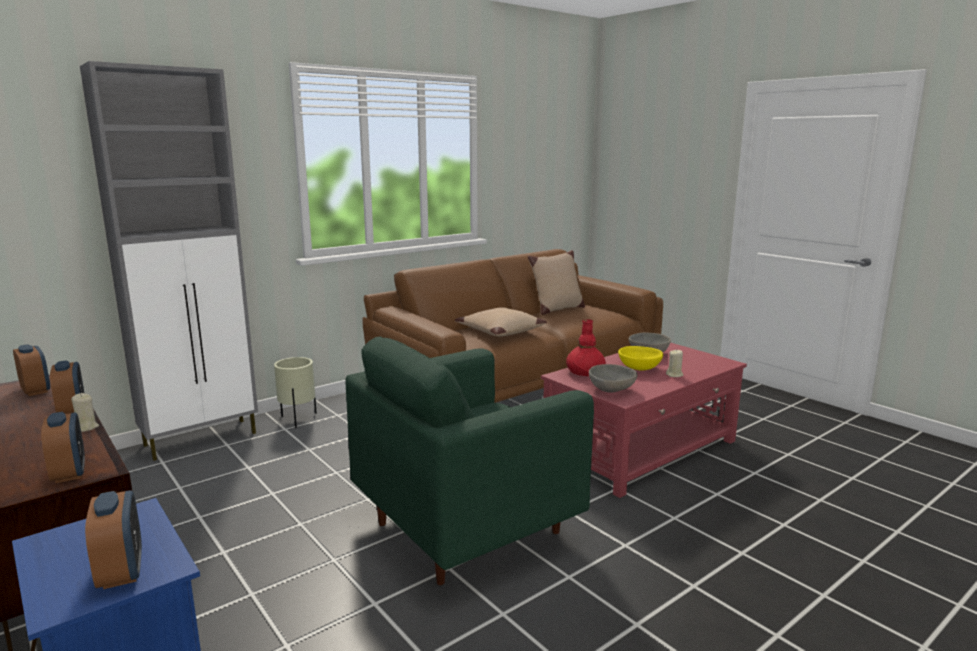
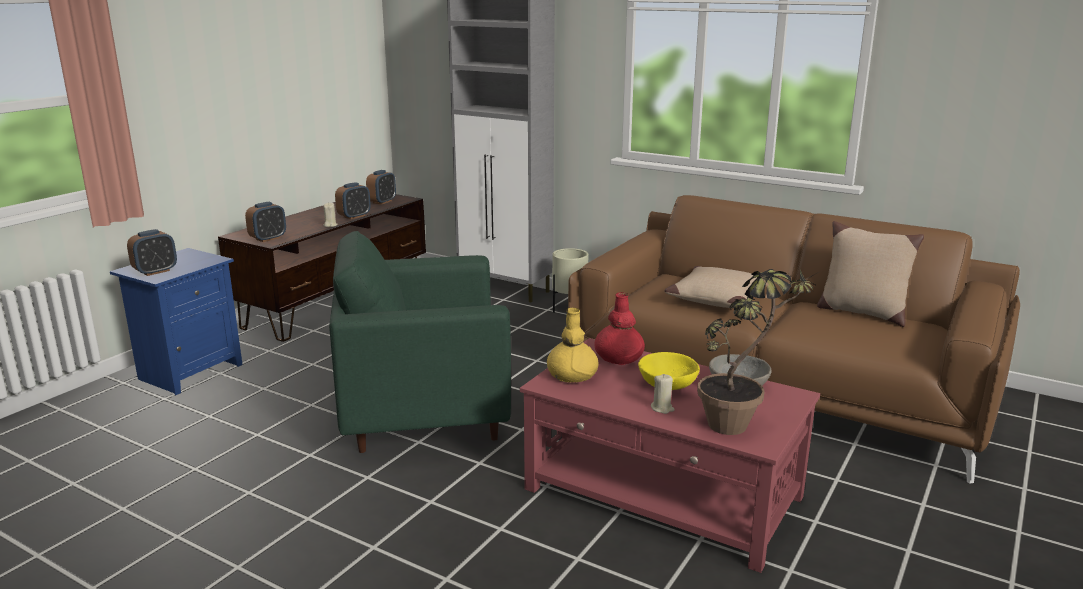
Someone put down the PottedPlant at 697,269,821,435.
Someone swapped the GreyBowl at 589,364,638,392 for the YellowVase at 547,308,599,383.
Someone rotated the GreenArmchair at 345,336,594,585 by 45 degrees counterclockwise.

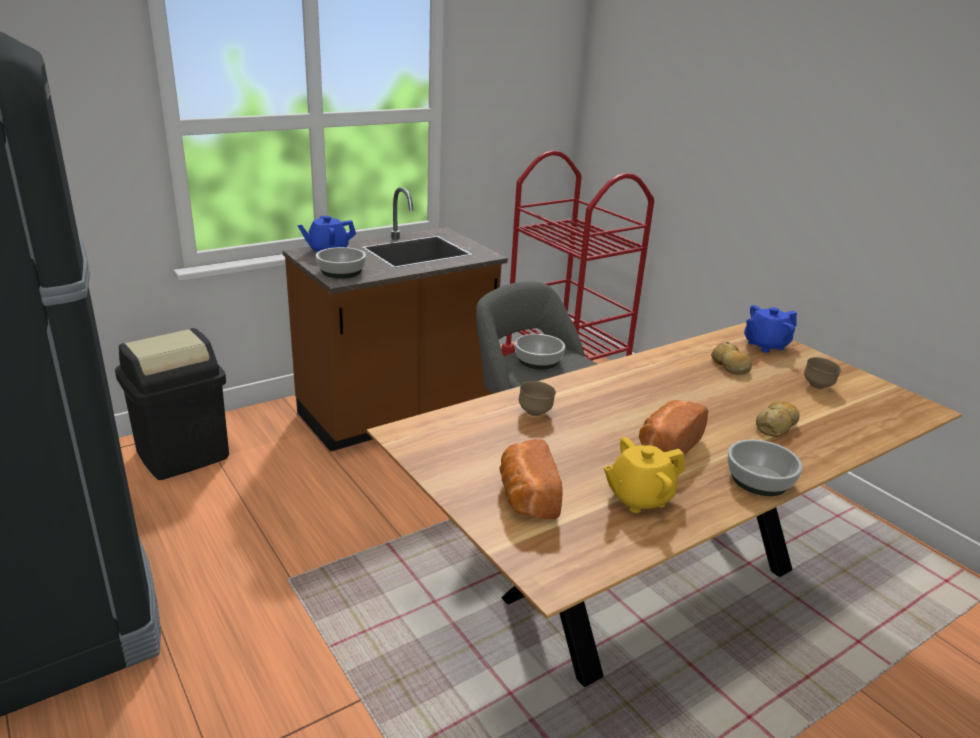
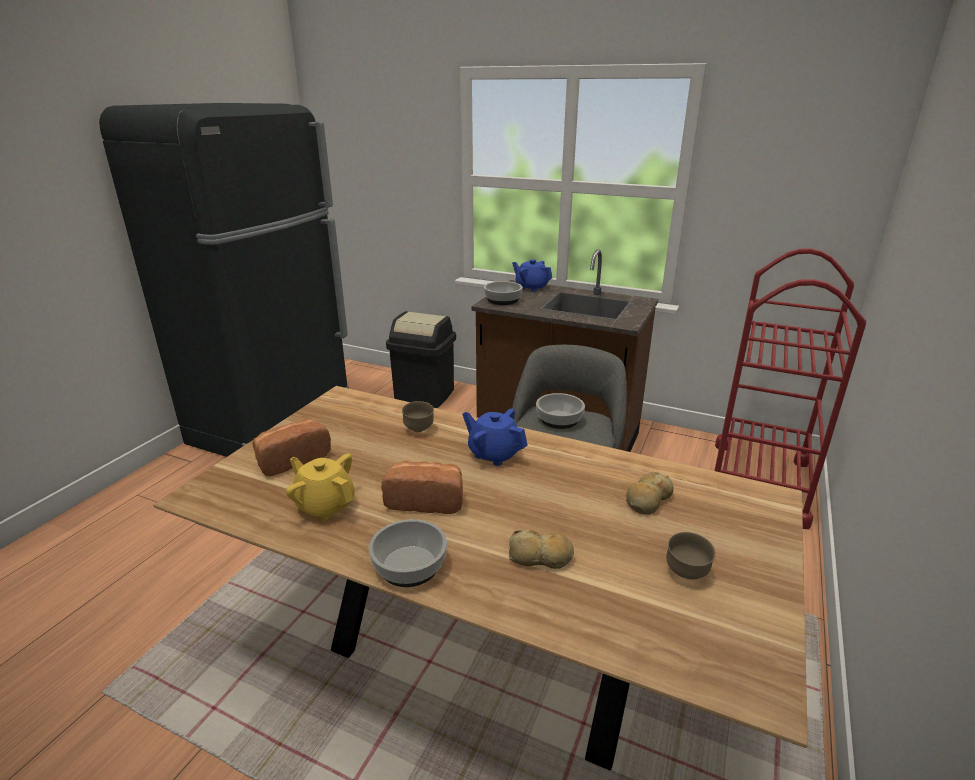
Someone carried the BlueTeapot from 744,305,797,353 to 462,409,527,466.

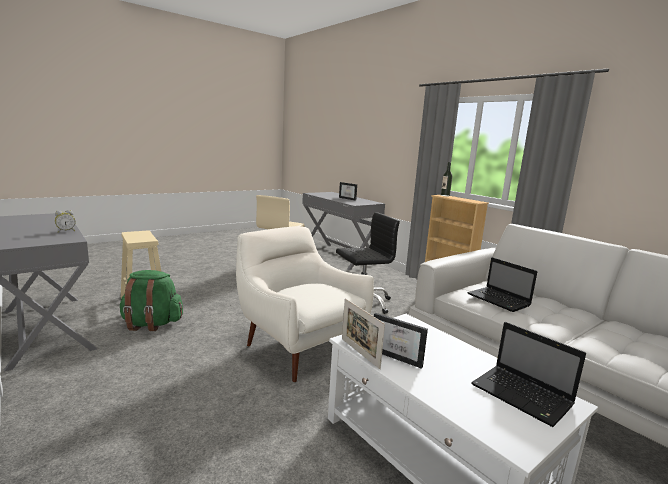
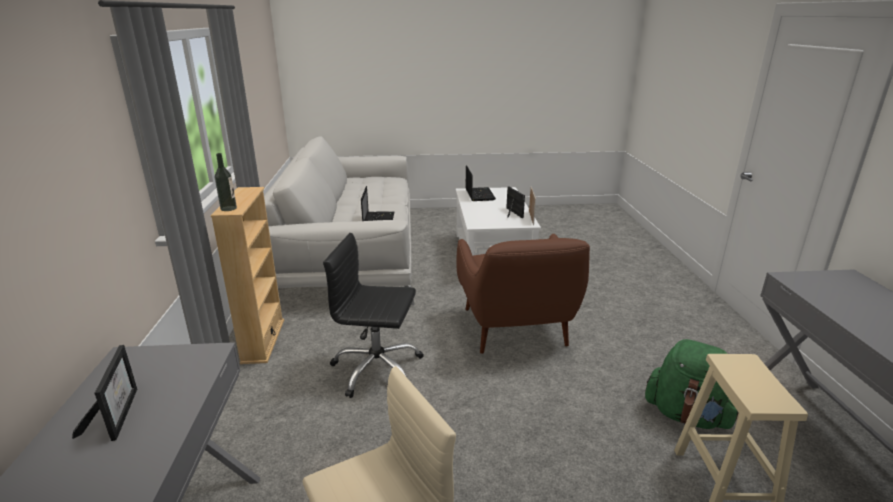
Someone took away the AlarmClock at 55,210,76,233.
Someone repainted the WhiteArmchair at 236,226,374,382, which became the BrownArmchair at 456,234,590,354.

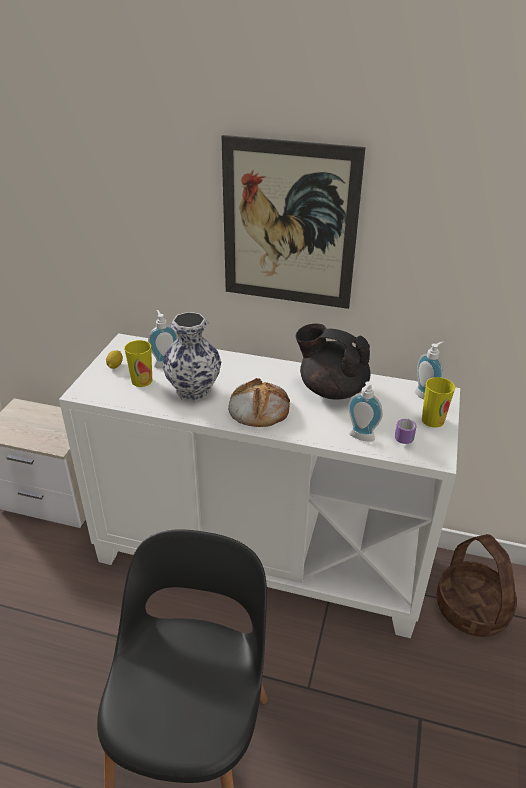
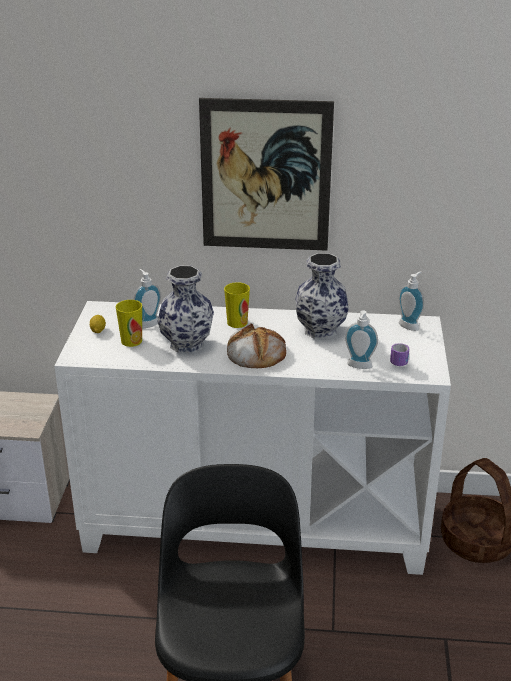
Someone carried the Cup from 422,377,455,428 to 224,282,250,328.
Someone swapped the BlackTeapot at 295,323,370,400 for the Vase at 296,253,349,339.

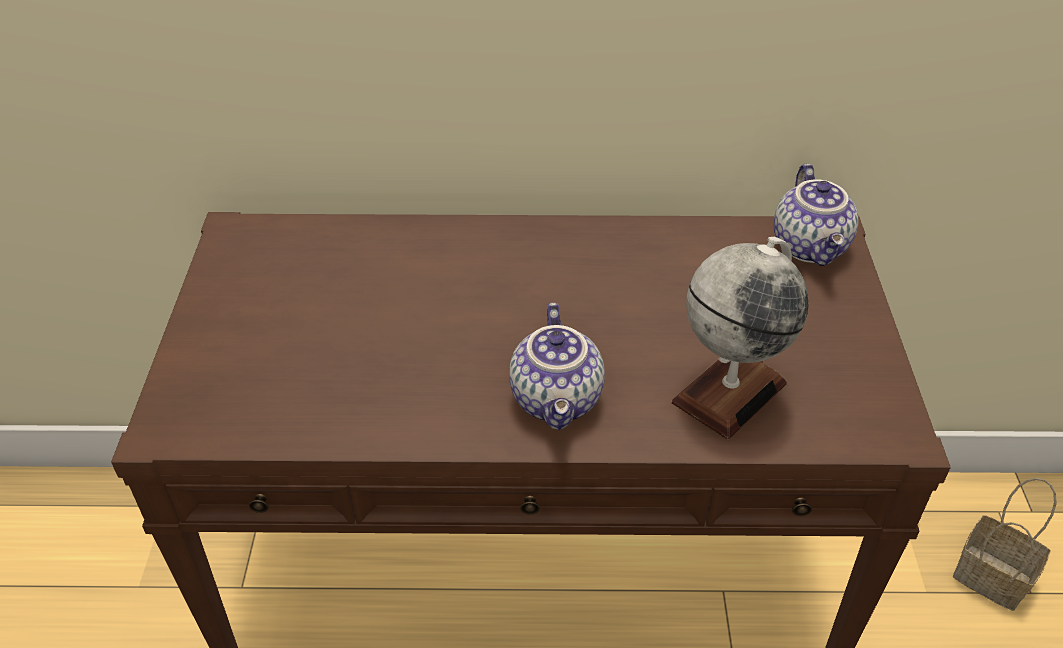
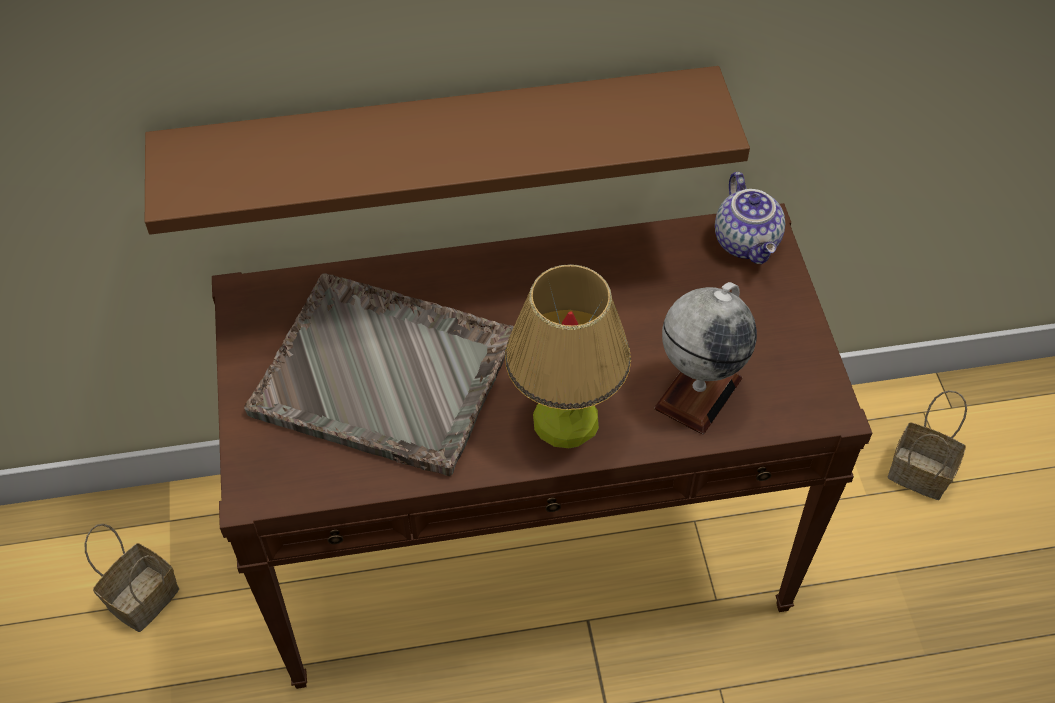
Someone put down the Basket at 85,524,179,632.
Someone put up the BrownShelf at 145,66,750,235.
Someone put down the GreyTray at 244,273,514,476.
Someone swapped the Teapot at 509,302,605,430 for the TableLamp at 505,264,631,448.

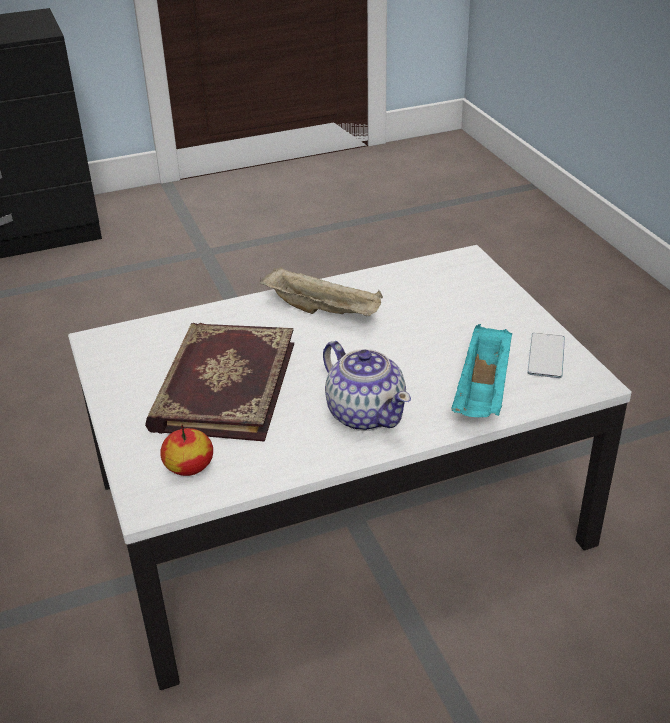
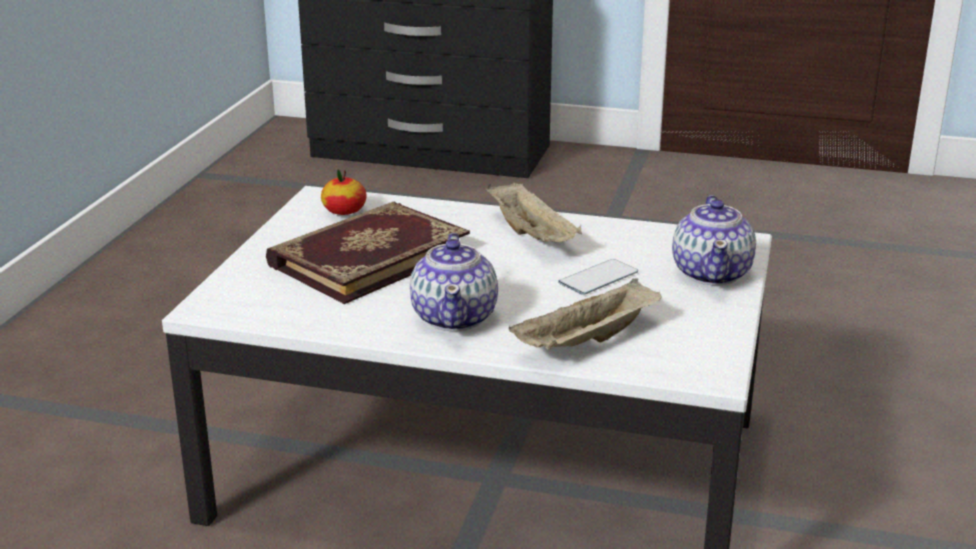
Someone put down the Teapot at 672,195,756,285.
Someone carried the Apple from 160,425,213,476 to 321,169,366,215.
Someone carried the Phone from 527,333,565,378 to 558,259,638,295.
Someone repainted the TurquoiseTray at 452,324,513,417, which became the BeigeTray at 509,278,662,350.

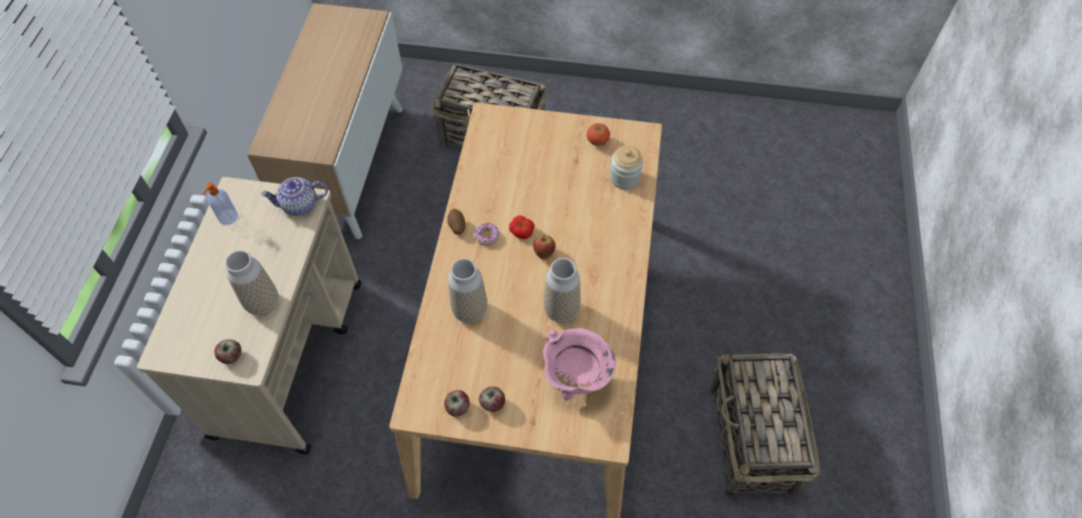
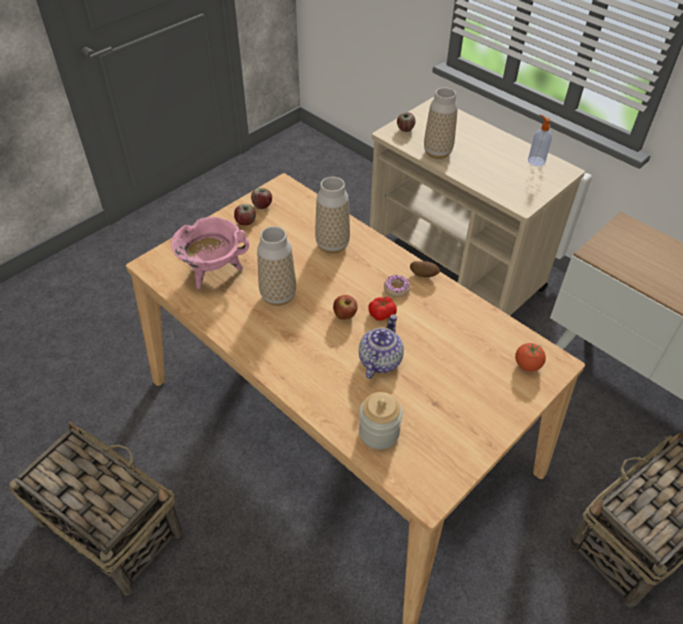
Someone carried the Teapot from 261,177,328,216 to 359,314,404,379.
Someone carried the Tomato from 587,123,610,146 to 515,343,546,372.

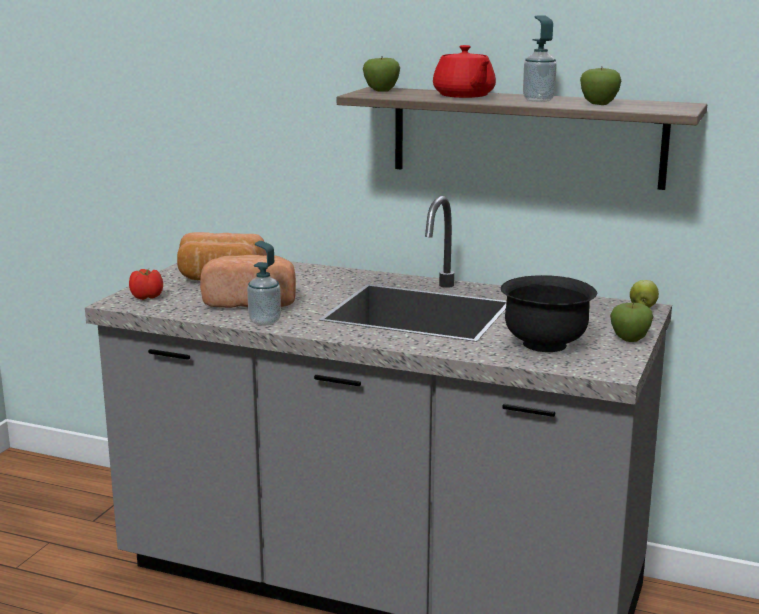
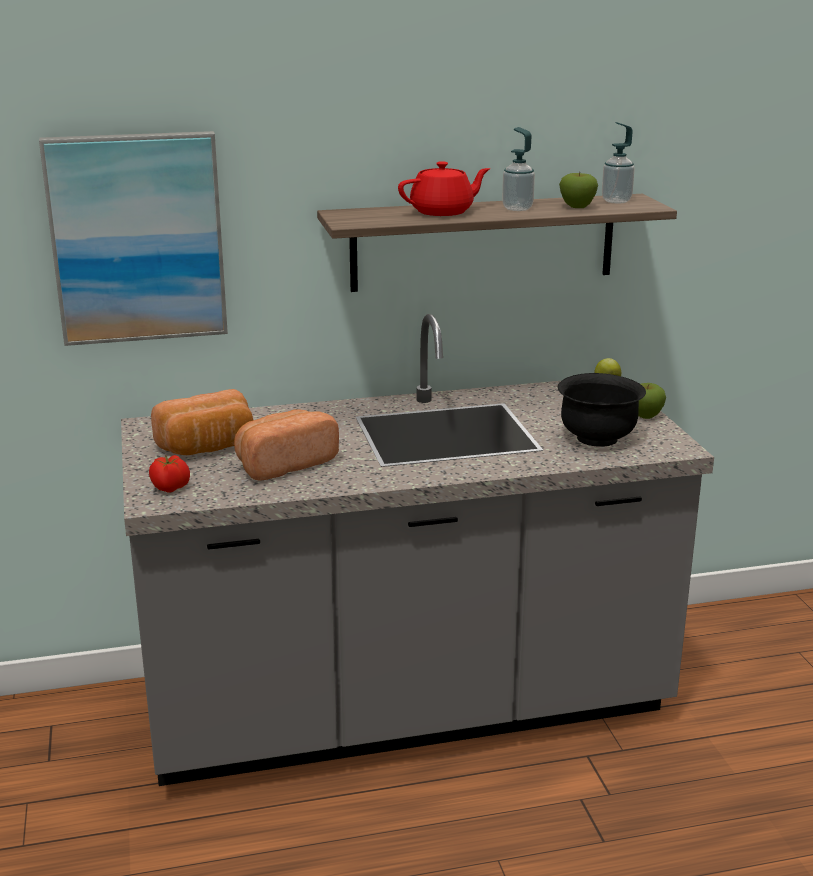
Someone took away the Apple at 363,56,400,92.
Someone put up the Picture at 39,131,228,346.
Someone carried the SoapDispenser from 247,241,281,326 to 602,122,635,203.
Someone rotated the RedTeapot at 433,45,496,98 by 60 degrees counterclockwise.

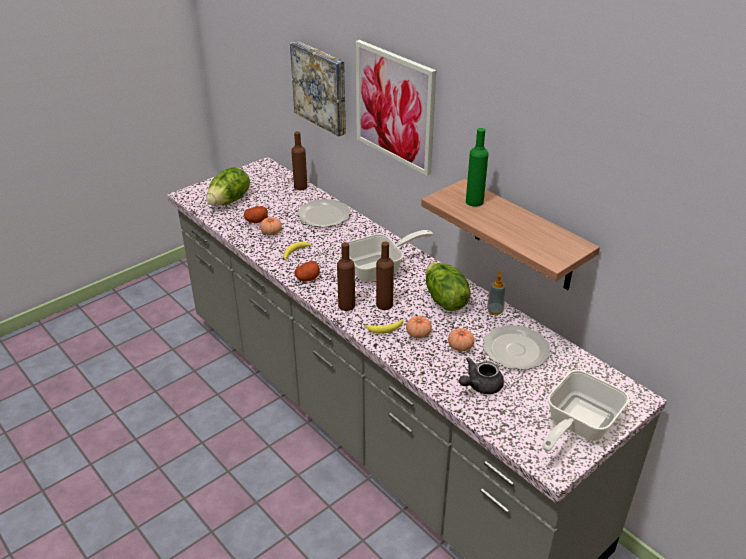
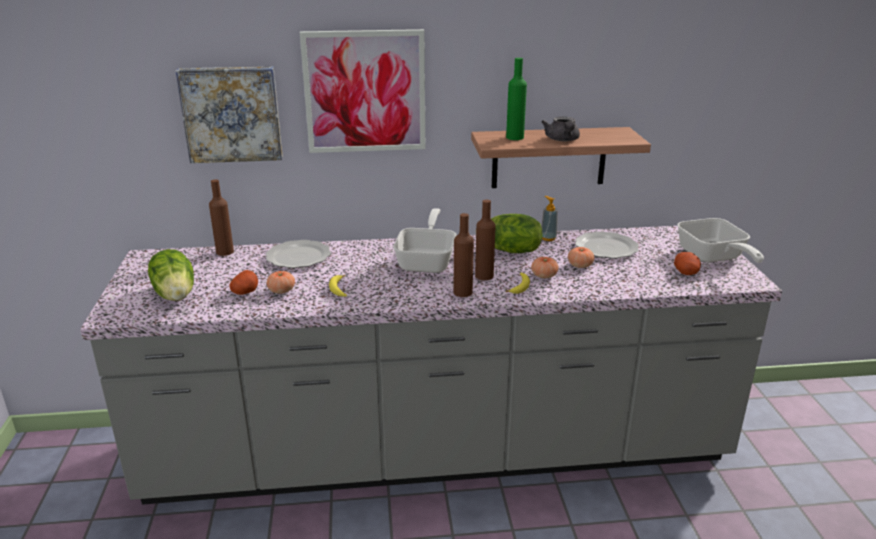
Someone carried the Potato from 295,261,320,282 to 674,252,701,275.
Someone carried the GreyTeapot from 459,357,504,394 to 541,117,580,141.

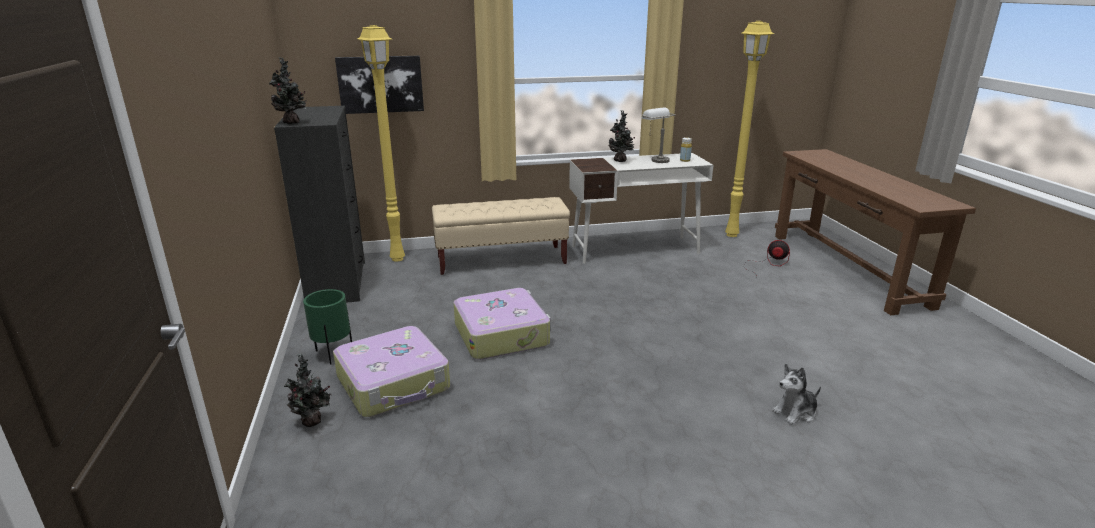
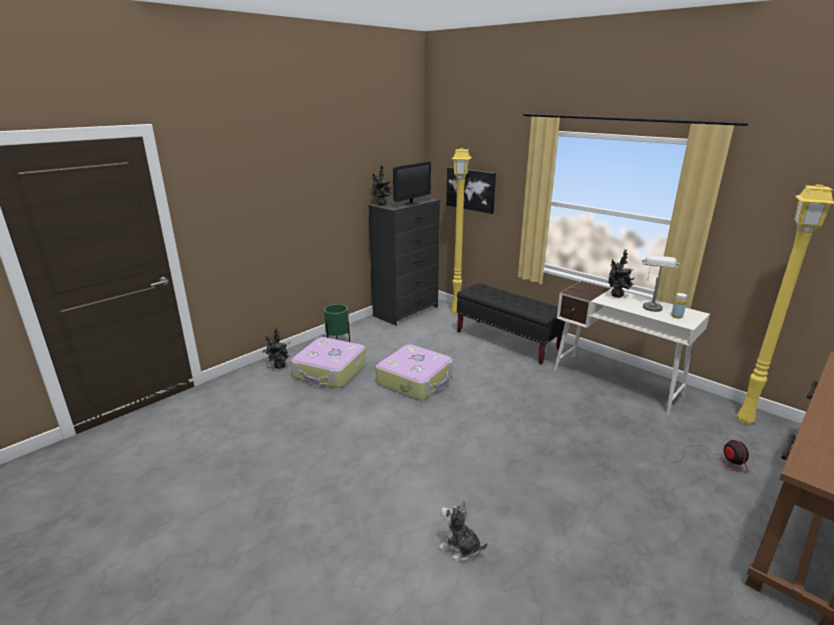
Someone put down the Monitor at 393,161,431,205.
Someone repainted the BeigeBench at 432,197,570,275, which became the BlackBench at 457,283,565,365.

